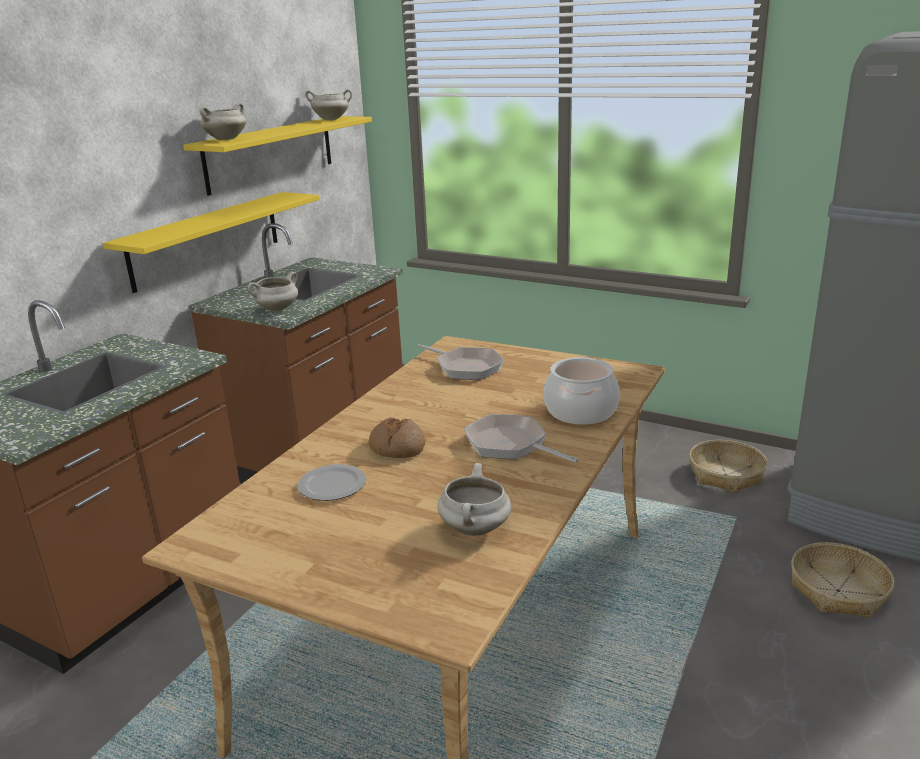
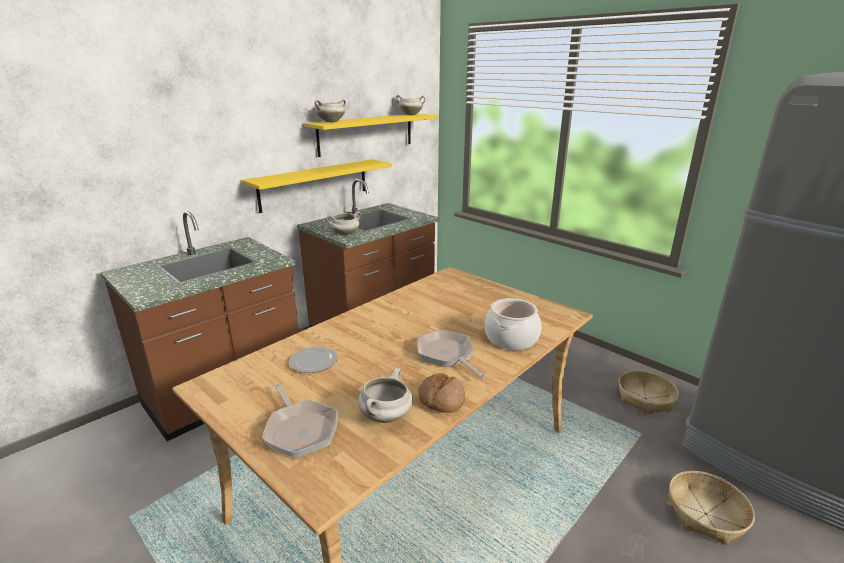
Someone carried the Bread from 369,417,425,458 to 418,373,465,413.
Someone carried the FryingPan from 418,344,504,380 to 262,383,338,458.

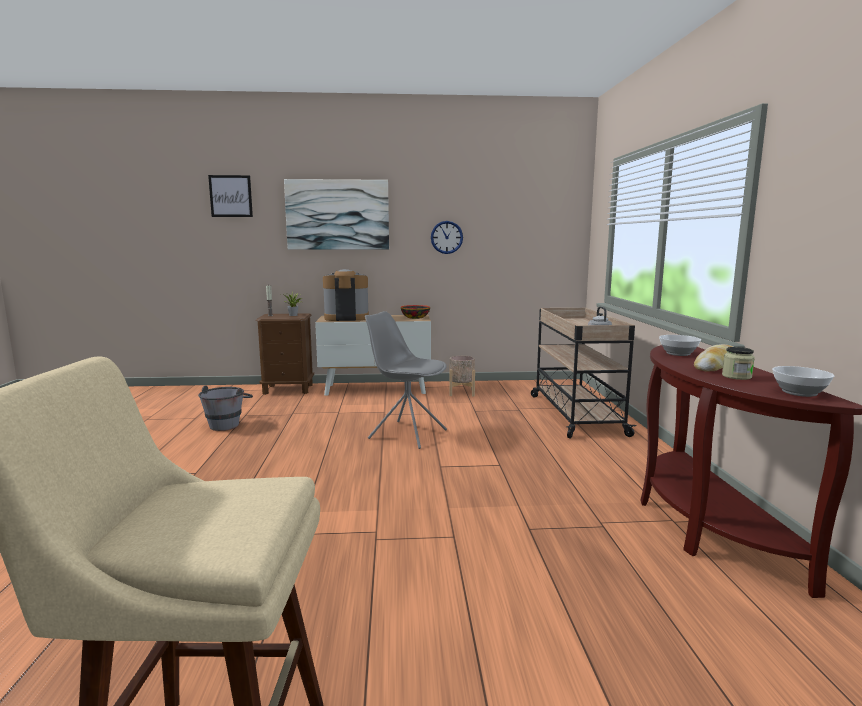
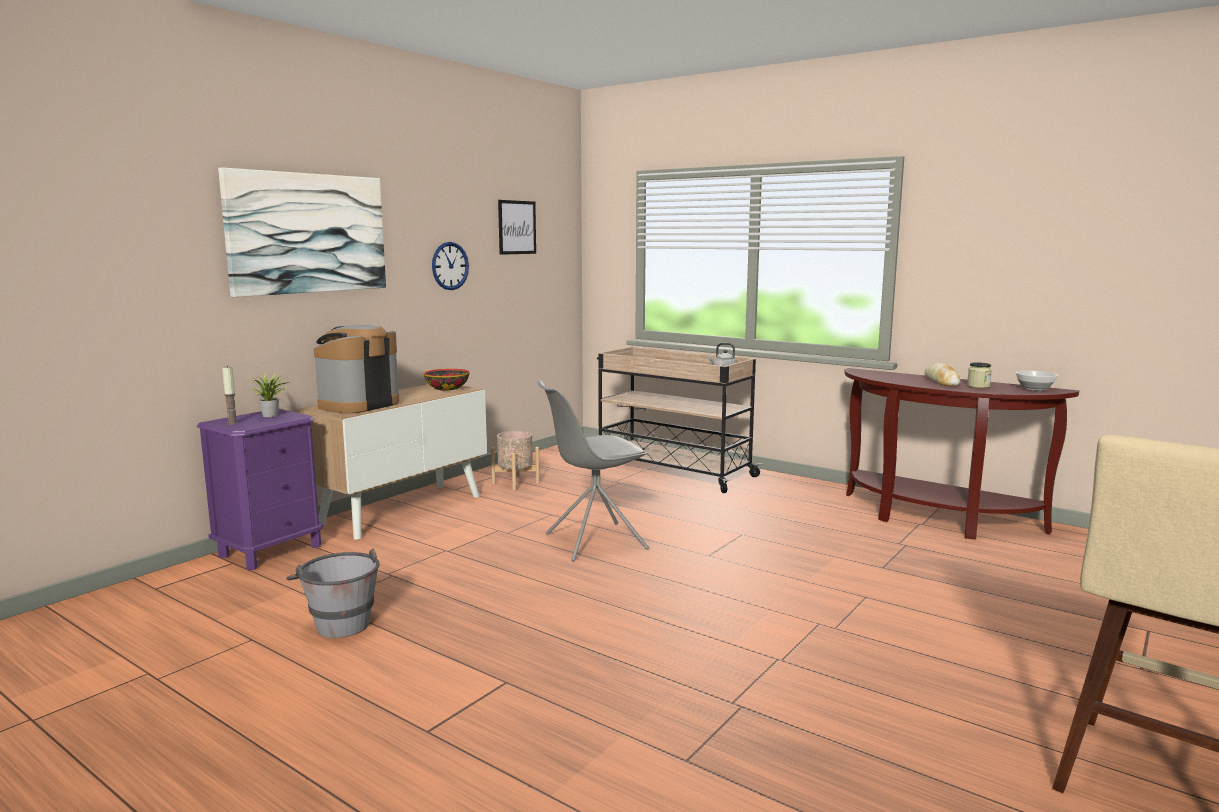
Someone took away the Bowl at 659,335,701,356.
Someone carried the Picture from 208,175,253,217 to 498,200,536,255.
Someone repainted the BrownNightstand at 256,314,314,395, which became the PurpleNightstand at 197,409,324,570.

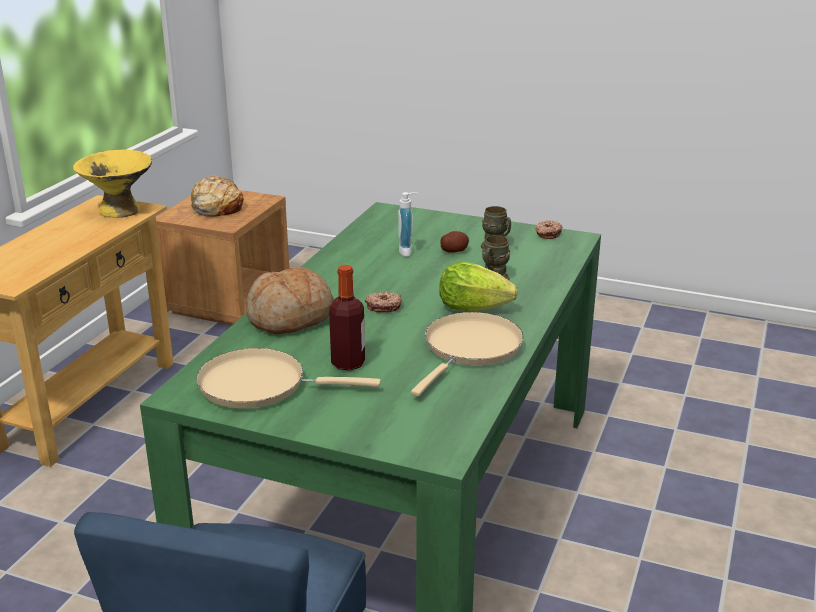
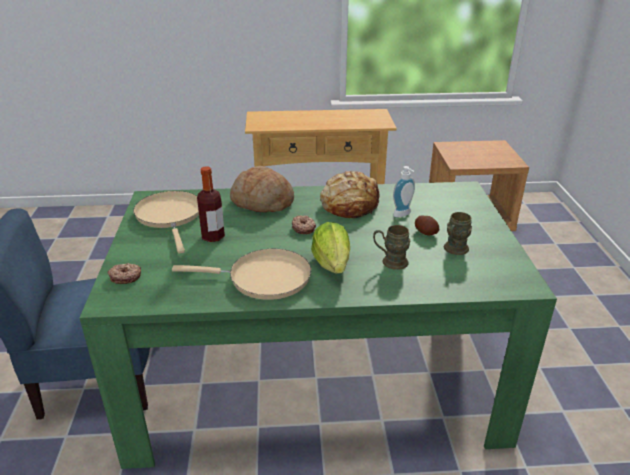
Someone took away the YellowBowl at 73,150,152,218.
Someone carried the Bread from 191,175,244,217 to 320,171,380,218.
Someone carried the Donut from 535,220,562,239 to 108,263,141,284.

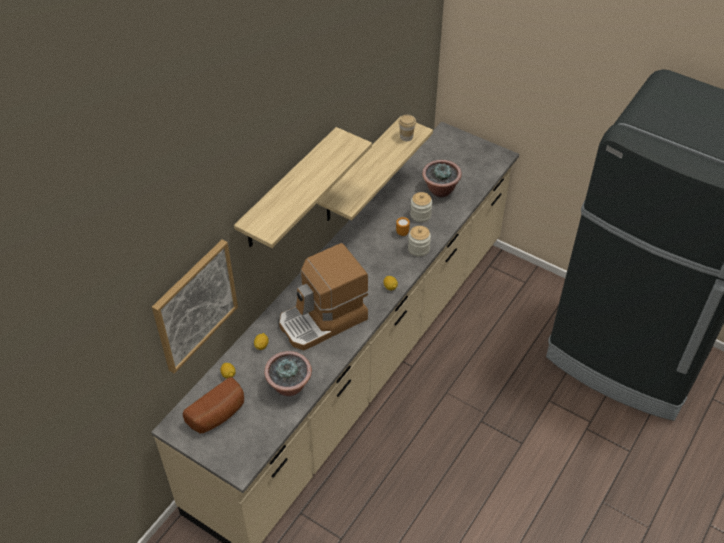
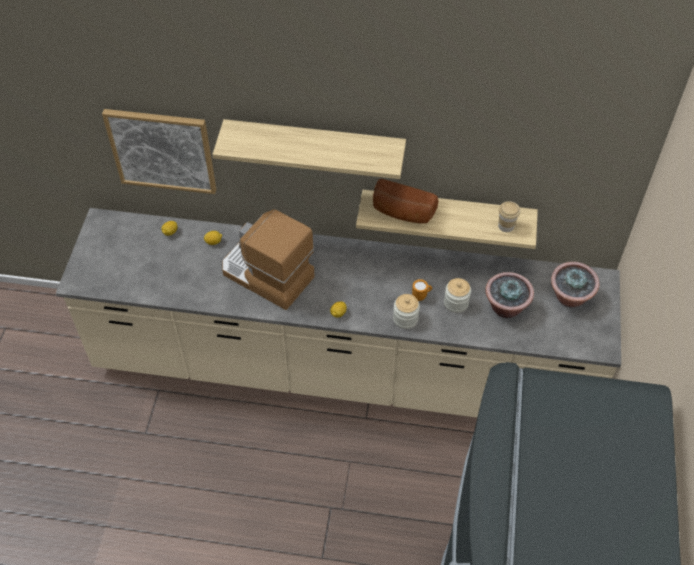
Someone carried the Bread from 183,377,244,433 to 373,179,438,224.
Someone carried the PottedPlant from 264,351,312,396 to 551,262,600,307.

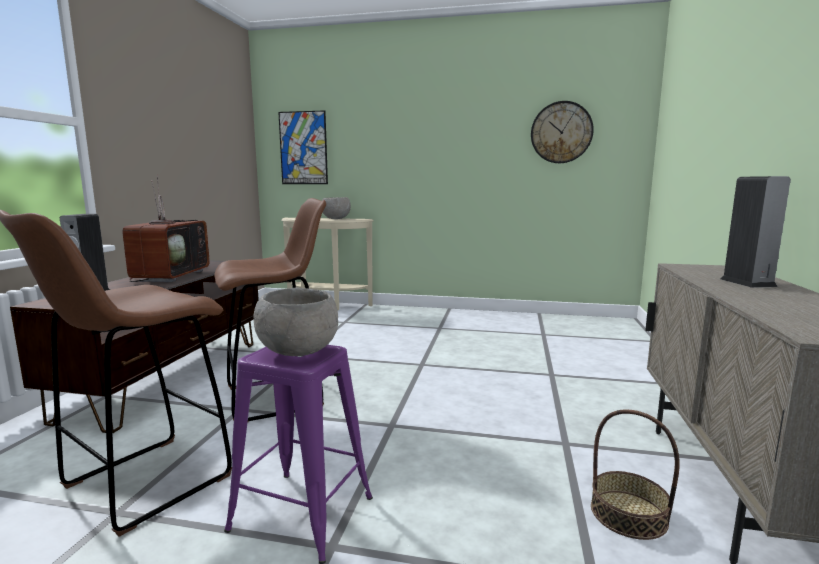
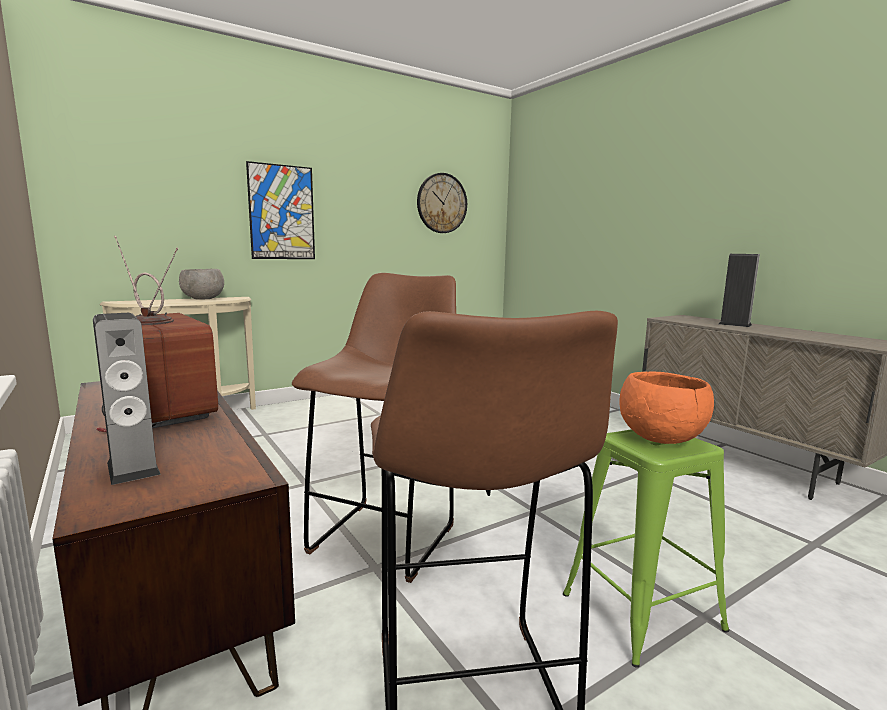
Someone took away the Basket at 591,409,680,540.
Someone carried the Picture from 278,110,328,184 to 246,161,315,259.
Someone repainted the PurpleStool at 224,345,373,564, which became the GreenStool at 563,429,730,668.
Someone repainted the GreyBowl at 253,288,338,356, which became the OrangeBowl at 619,371,714,444.

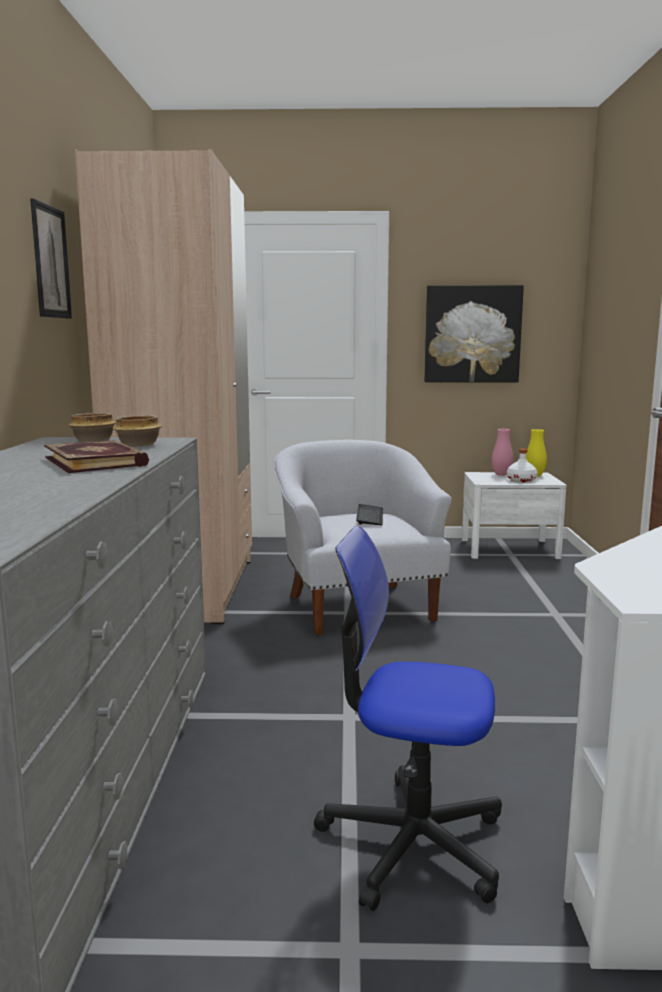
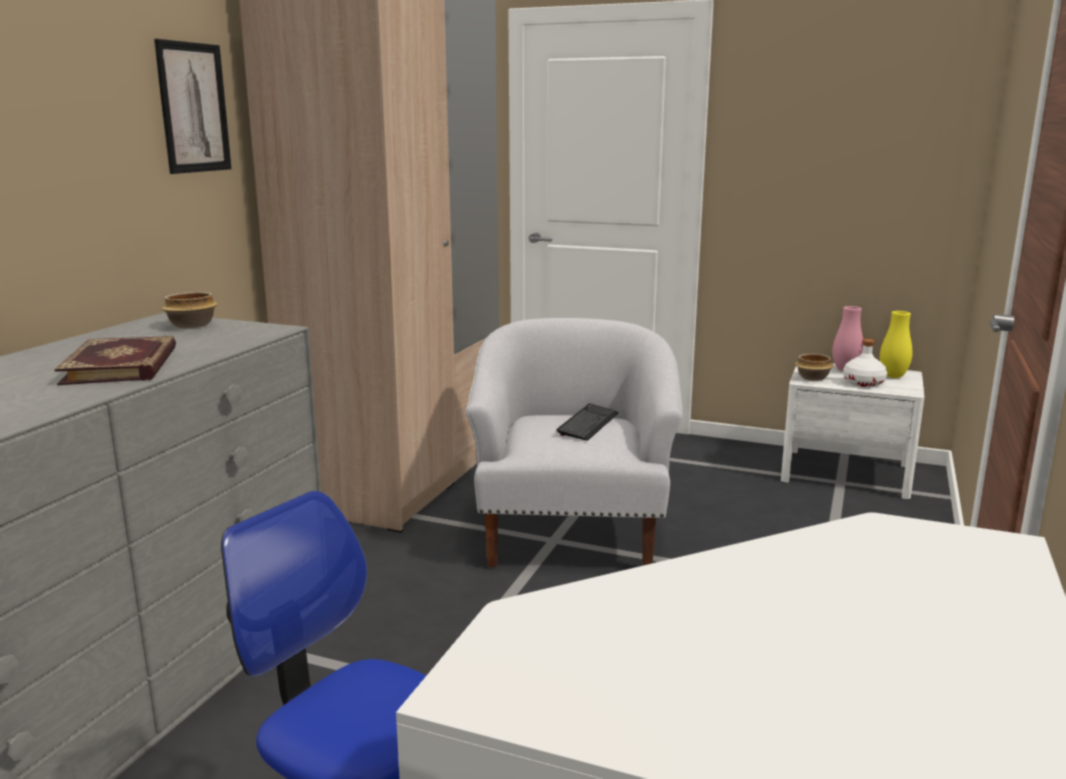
Someone took away the Picture at 424,285,524,383.
Someone carried the Bowl from 113,415,162,447 to 795,354,834,381.

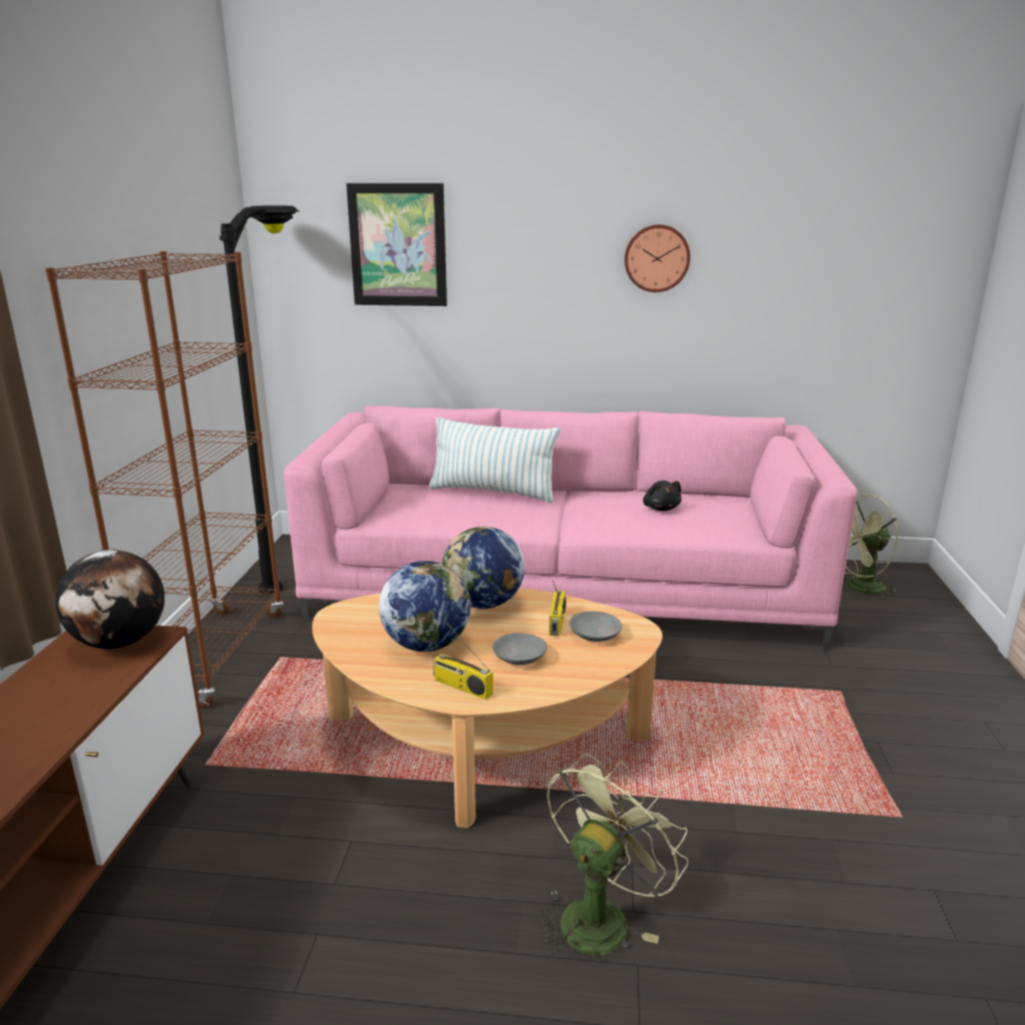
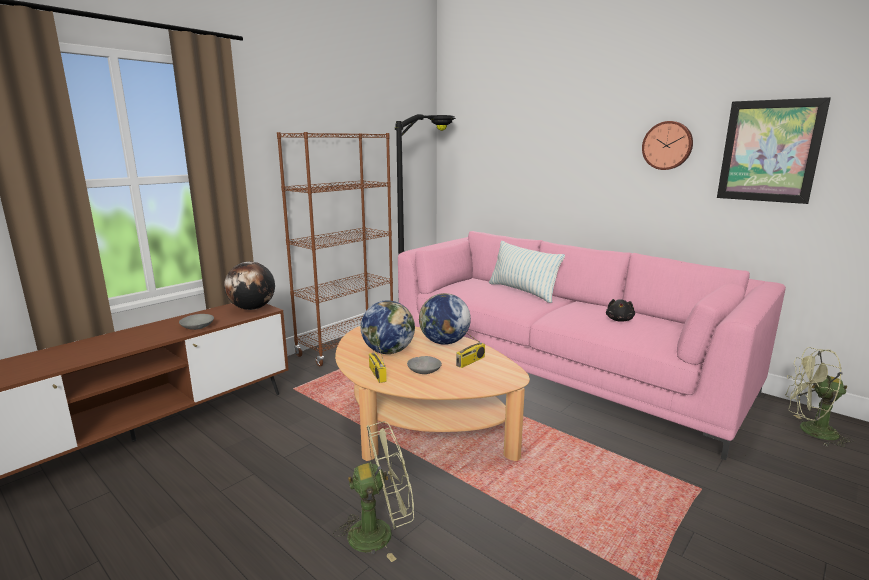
Someone carried the Picture from 346,183,447,306 to 717,97,831,204.
Someone carried the GreyBowl from 570,611,622,642 to 179,314,214,330.

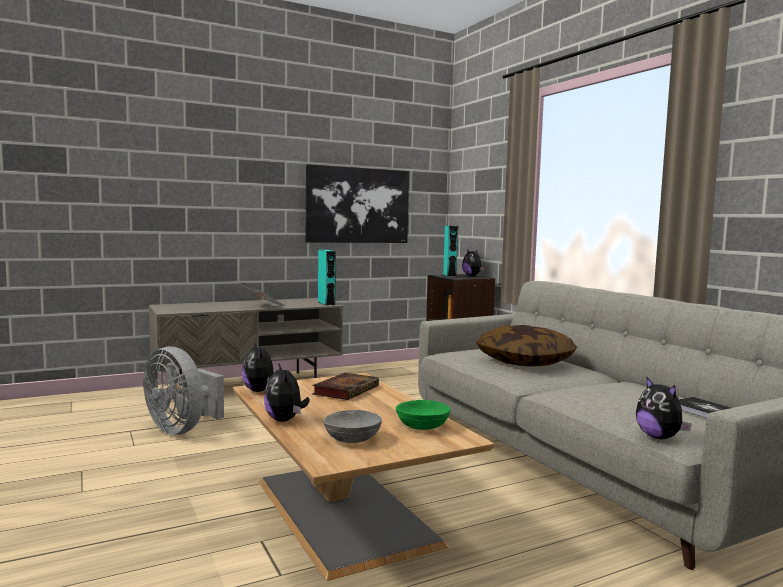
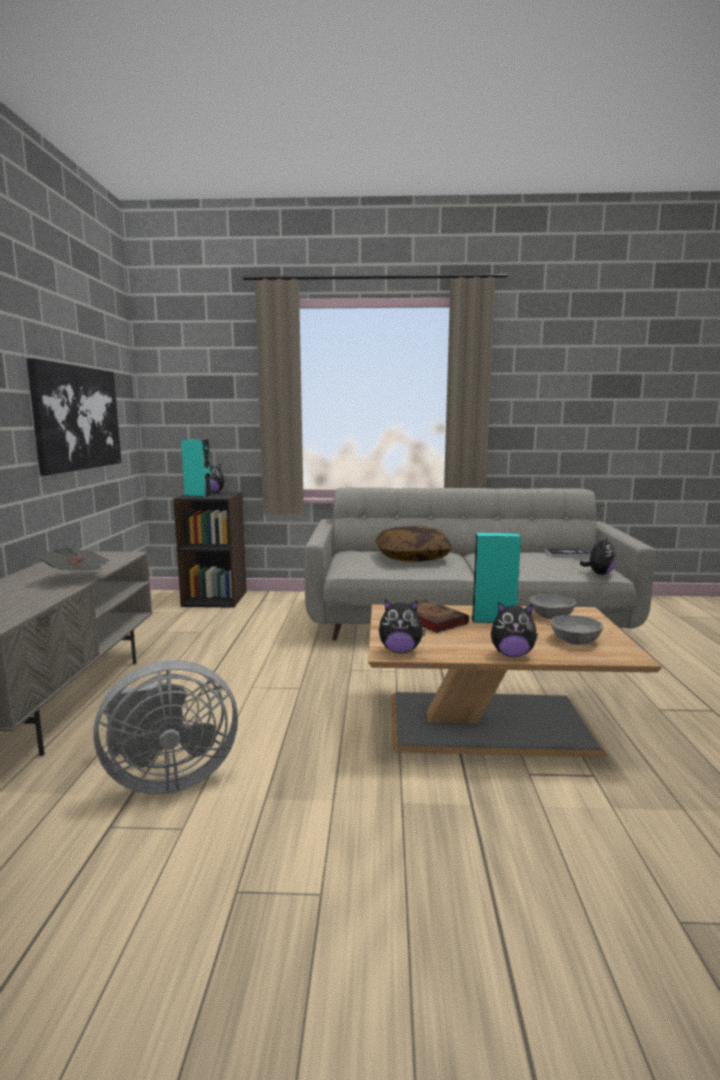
Someone carried the TurquoiseSpeaker from 318,250,336,306 to 472,533,521,623.
Someone repainted the GreenBowl at 396,400,451,430, which became the GreyBowl at 529,594,576,619.
Someone rotated the PlushToy at 636,377,692,439 by 60 degrees counterclockwise.

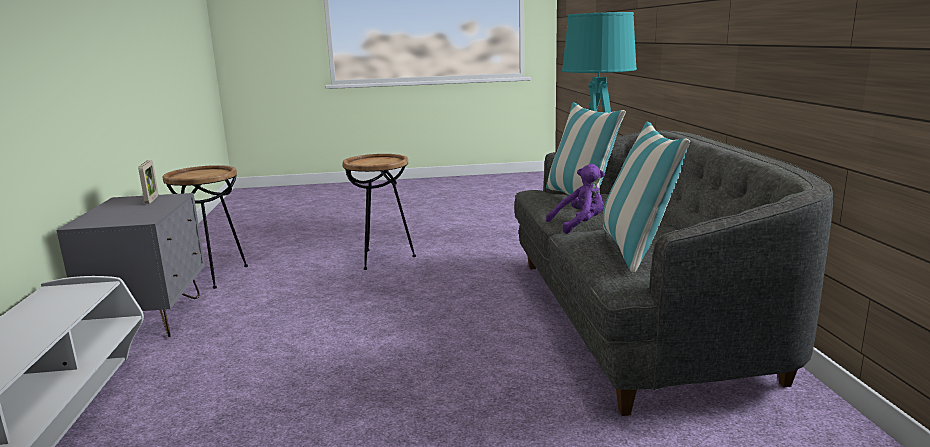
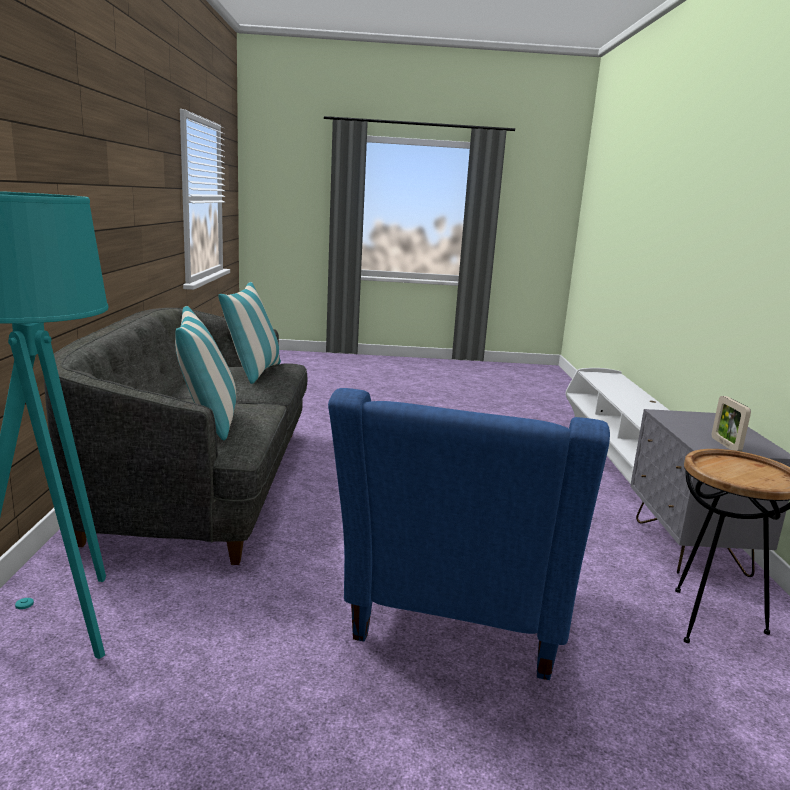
Someone took away the PurplePlushToy at 546,164,605,234.
Someone swapped the BrownSideTable at 343,154,416,270 for the BlueArmchair at 328,388,610,680.

